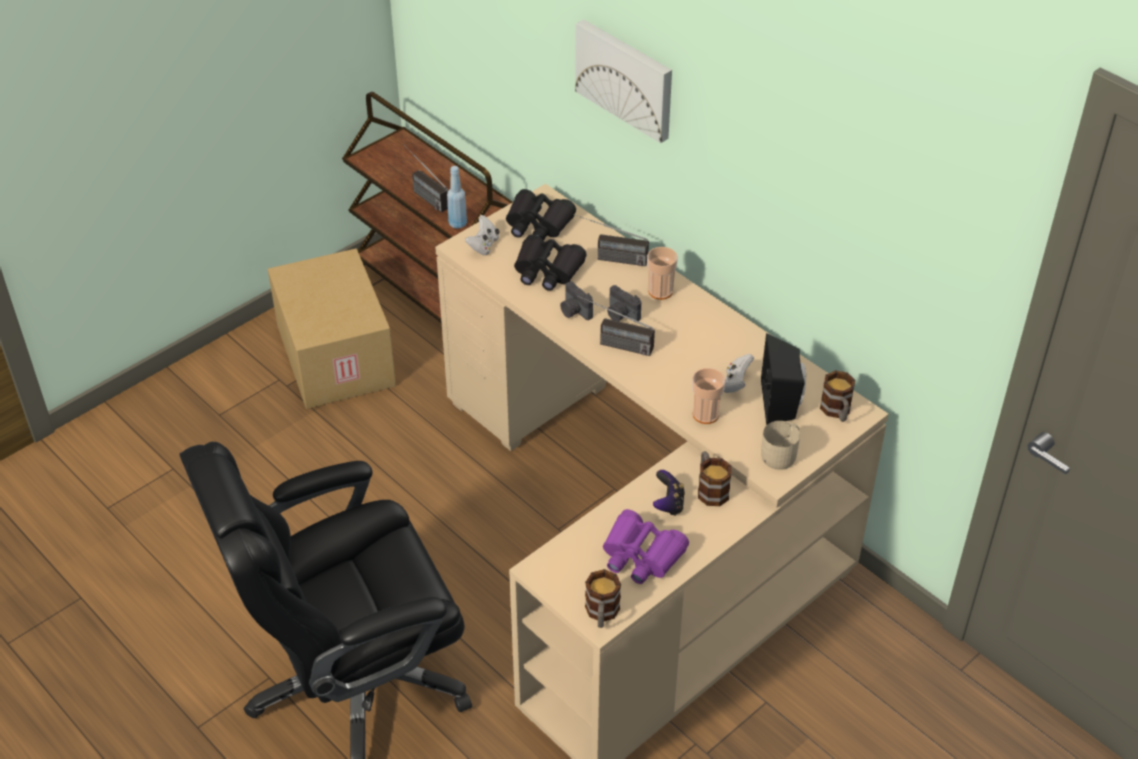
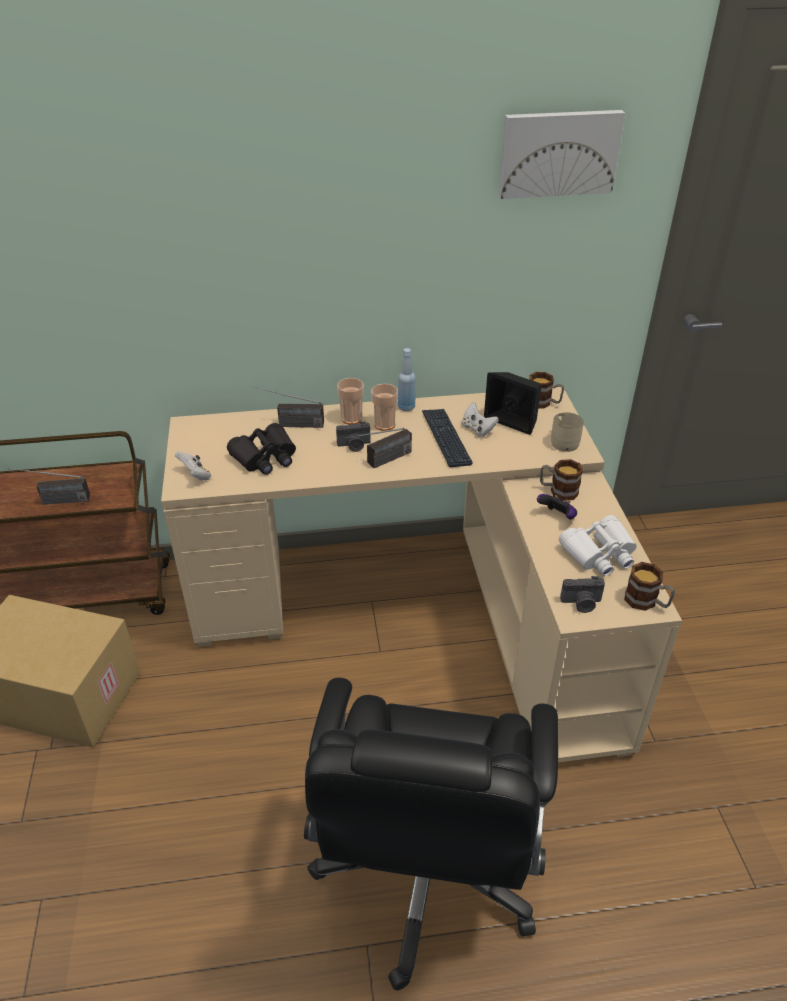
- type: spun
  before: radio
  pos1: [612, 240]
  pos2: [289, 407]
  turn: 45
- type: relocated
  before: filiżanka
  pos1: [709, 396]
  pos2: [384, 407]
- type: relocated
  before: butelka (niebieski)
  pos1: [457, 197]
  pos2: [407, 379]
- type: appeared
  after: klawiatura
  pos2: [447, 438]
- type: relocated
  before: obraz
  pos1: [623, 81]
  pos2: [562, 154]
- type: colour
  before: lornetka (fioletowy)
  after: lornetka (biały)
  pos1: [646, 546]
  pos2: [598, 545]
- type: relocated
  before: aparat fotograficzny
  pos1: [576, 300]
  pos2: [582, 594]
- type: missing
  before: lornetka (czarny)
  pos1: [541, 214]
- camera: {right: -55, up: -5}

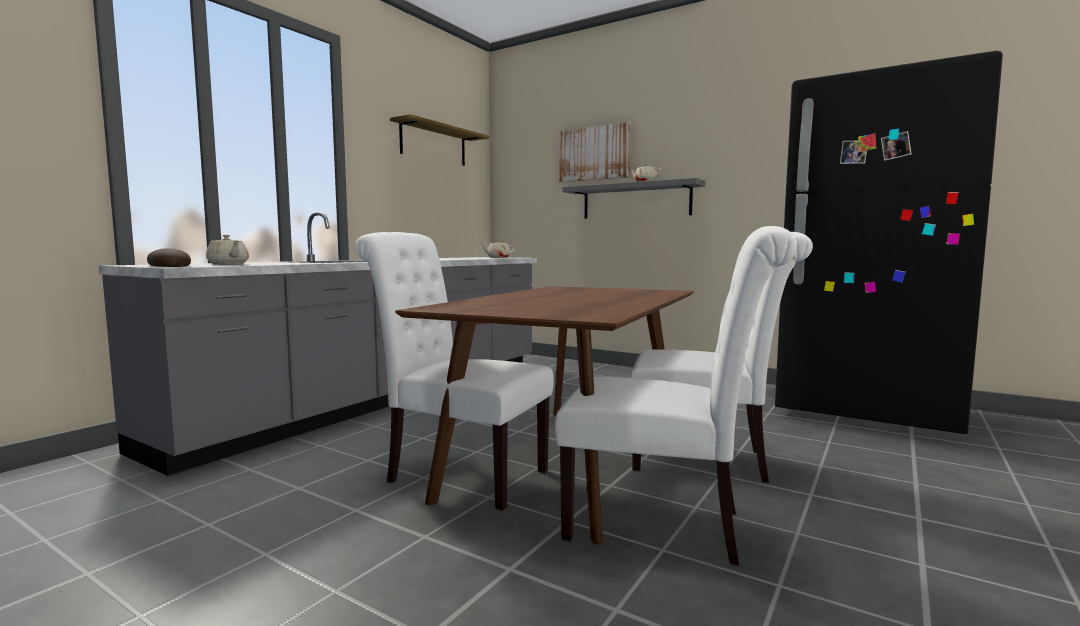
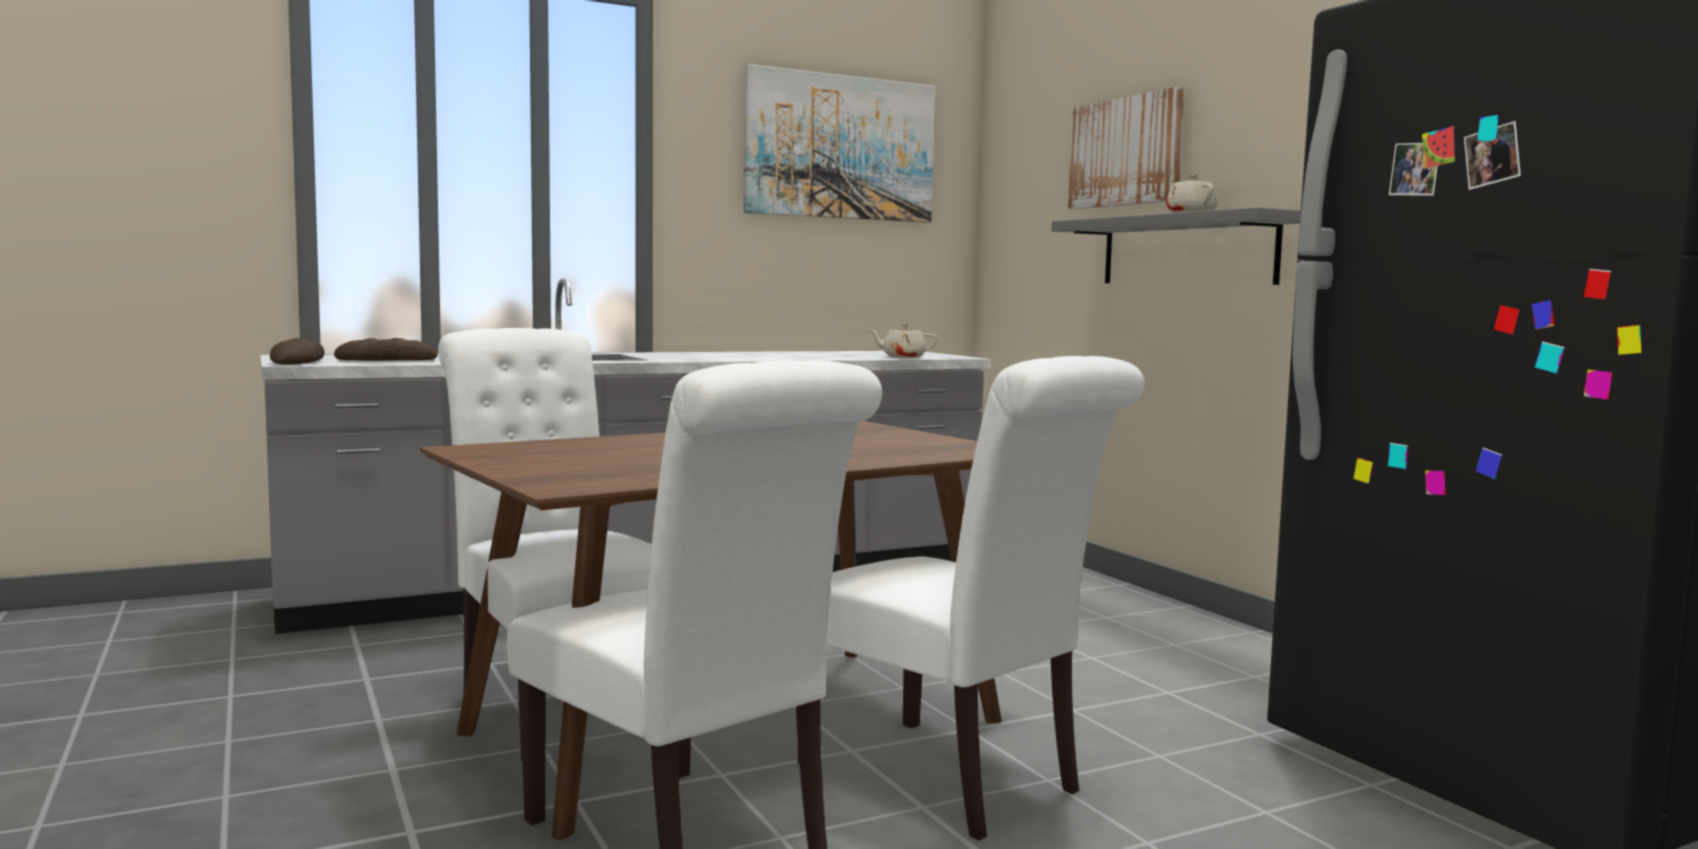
- type: exchanged
  before: imbryk (beżowy)
  after: chleb
  pos1: [227, 250]
  pos2: [386, 349]
- type: exchanged
  before: półka
  after: obraz
  pos1: [439, 140]
  pos2: [839, 143]
- camera: {right: 30, up: 0}

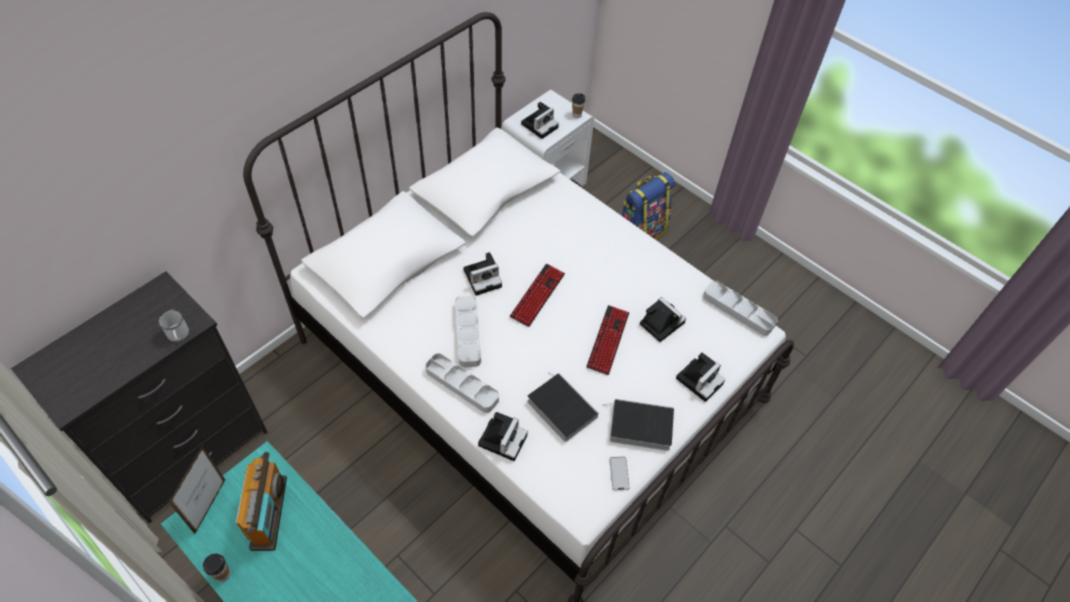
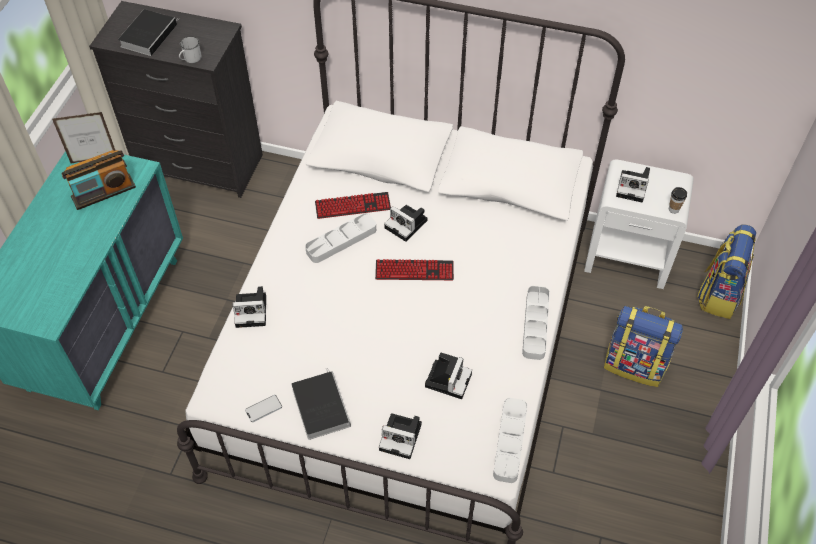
- type: relocated
  before: książka
  pos1: [562, 407]
  pos2: [149, 32]
- type: relocated
  before: klawiatura
  pos1: [607, 340]
  pos2: [353, 205]
- type: relocated
  before: taca (szary)
  pos1: [462, 383]
  pos2: [536, 323]
- type: appeared
  after: plecak
  pos2: [726, 271]
- type: missing
  before: filiżanka
  pos1: [217, 567]
- camera: {right: 65, up: 0}

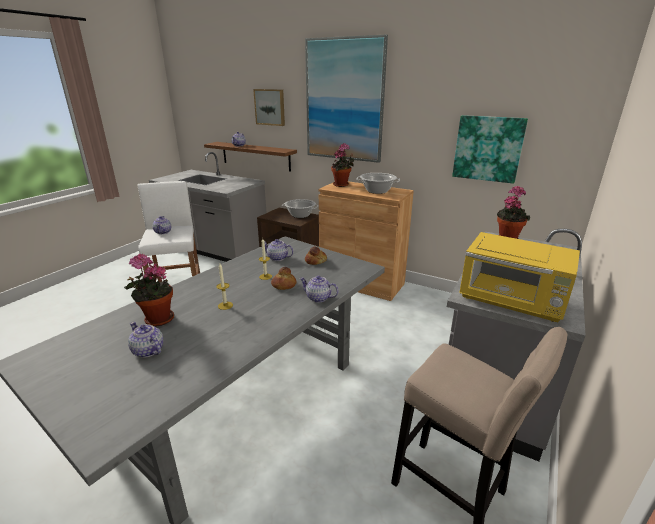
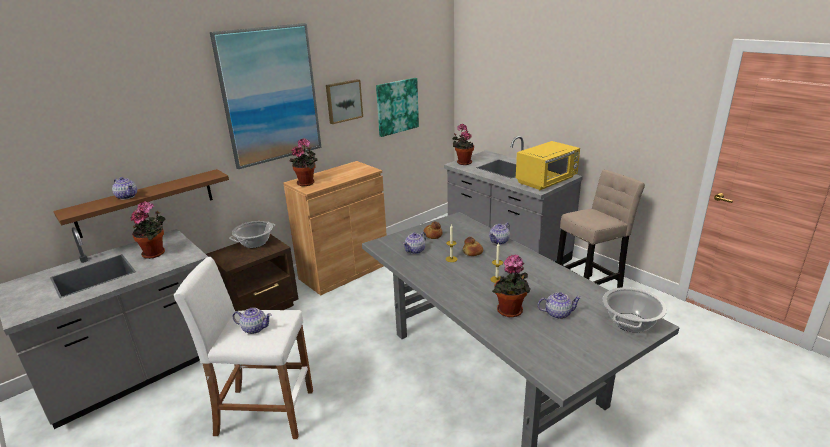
- type: appeared
  after: roślina doniczkowa
  pos2: [148, 230]
- type: relocated
  before: obraz
  pos1: [269, 107]
  pos2: [344, 101]
- type: spun
  before: imbryk
  pos1: [145, 340]
  pos2: [559, 305]
  turn: -150
- type: relocated
  before: garnek
  pos1: [378, 183]
  pos2: [635, 310]
- camera: {right: -70, up: 0}

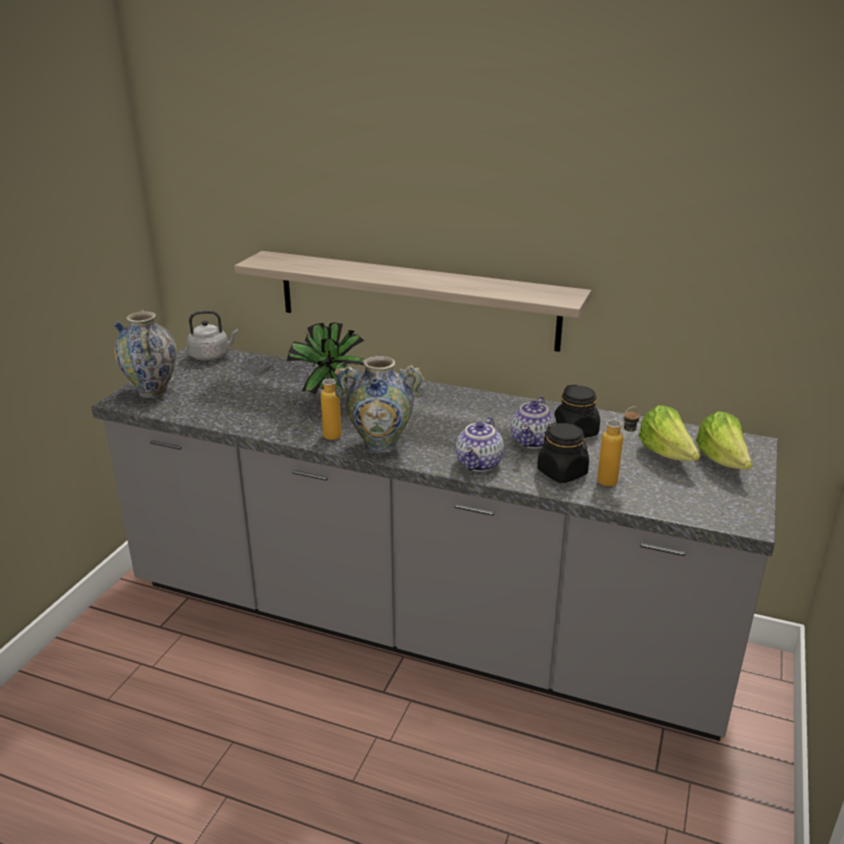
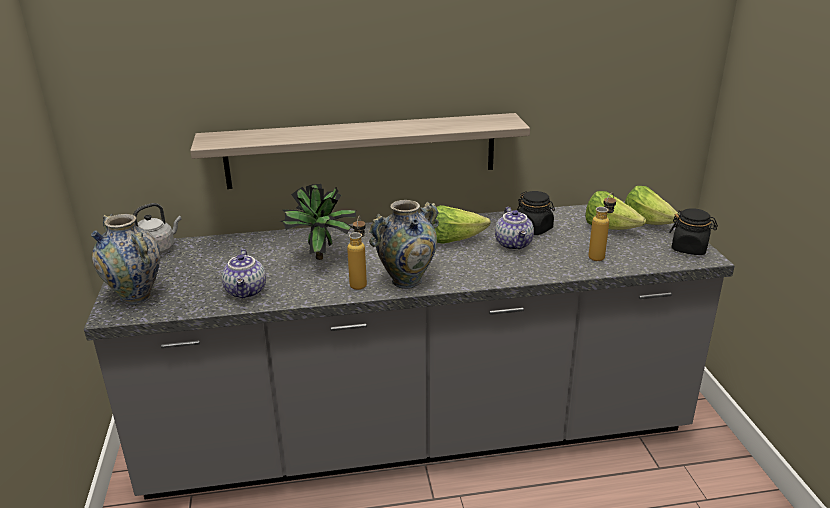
- type: relocated
  before: imbryk
  pos1: [480, 444]
  pos2: [244, 274]
- type: appeared
  after: sałata
  pos2: [462, 224]
- type: relocated
  before: słoik (czarny)
  pos1: [563, 452]
  pos2: [693, 231]
- camera: {right: -30, up: 0}

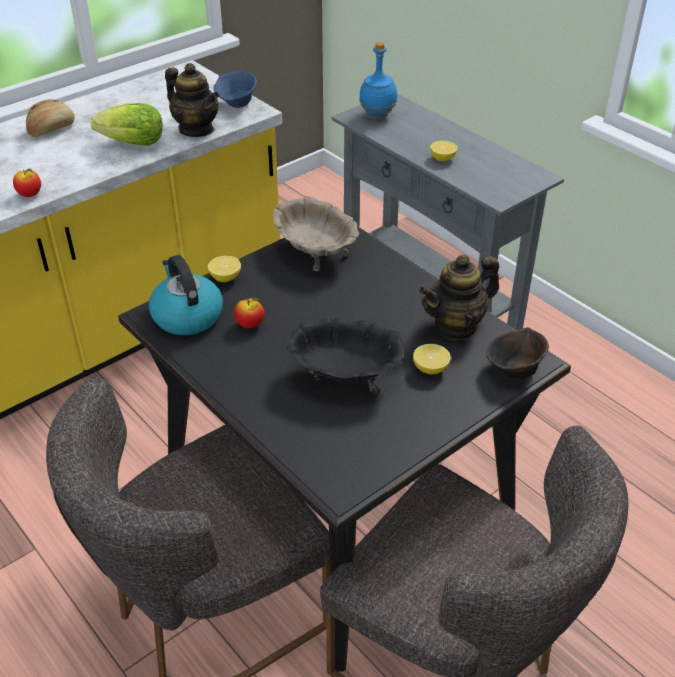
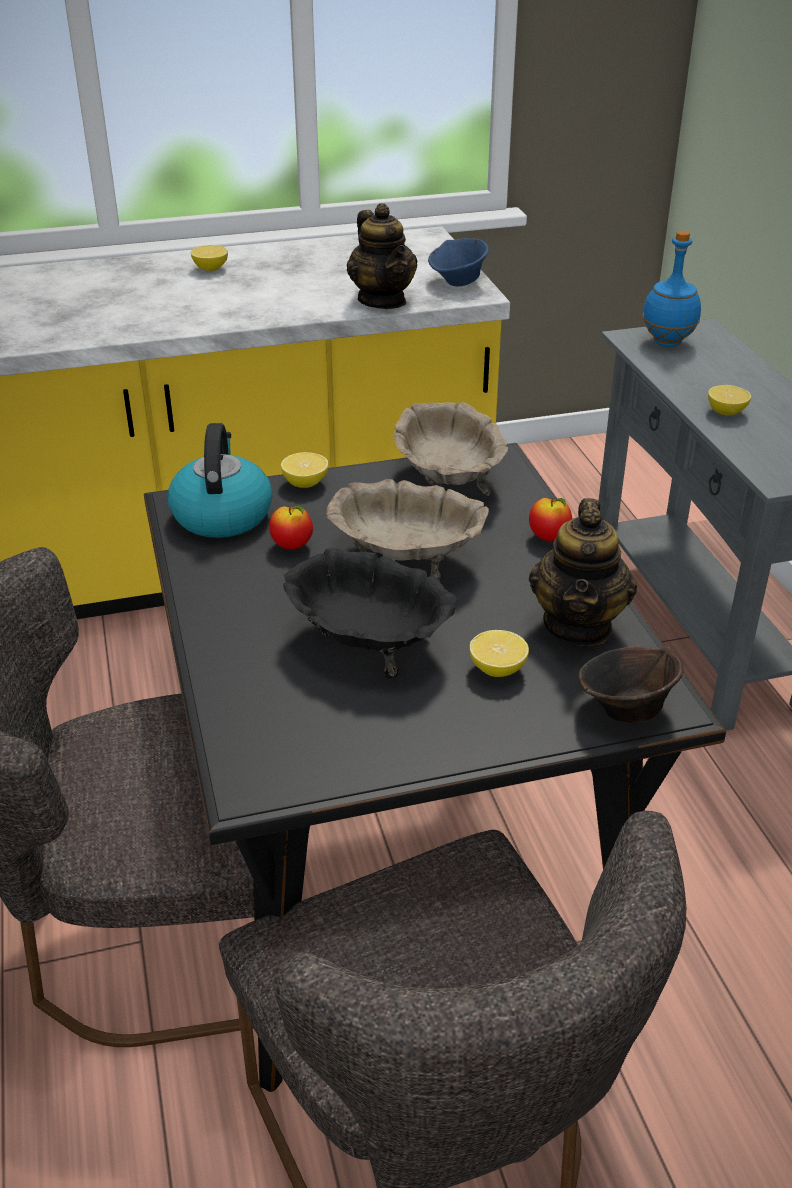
- type: exchanged
  before: chleb
  after: cytryna
  pos1: [50, 118]
  pos2: [209, 258]
- type: appeared
  after: miska (beżowy)
  pos2: [407, 530]
- type: relocated
  before: jabłko
  pos1: [27, 183]
  pos2: [550, 519]
- type: spun
  before: imbryk
  pos1: [459, 298]
  pos2: [583, 572]
  turn: -75
- type: missing
  before: sałata
  pos1: [127, 124]
- camera: {right: 25, up: -5}

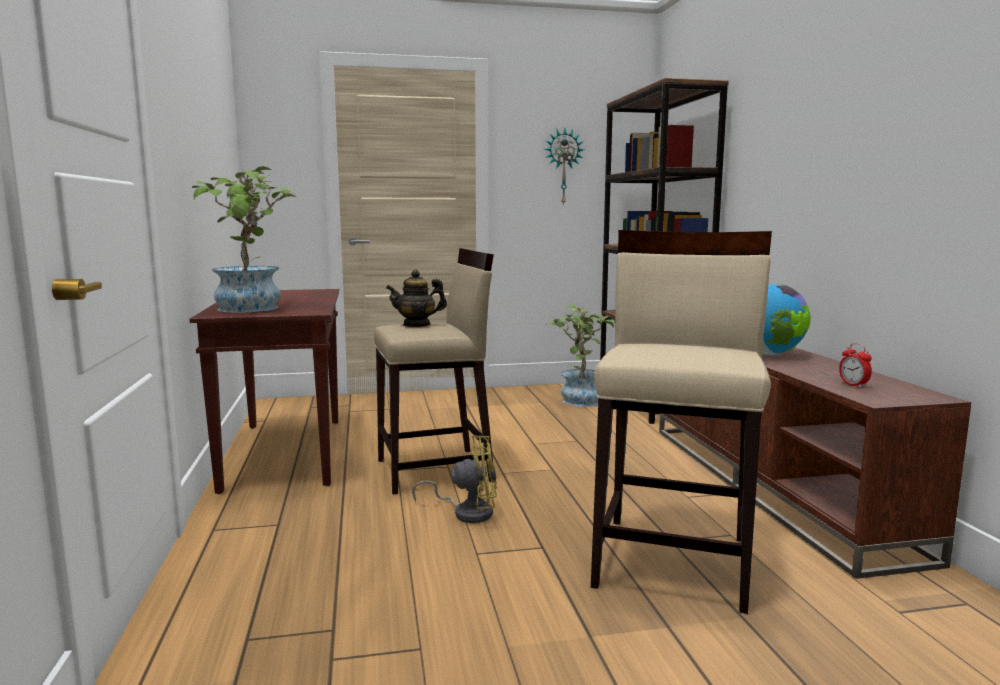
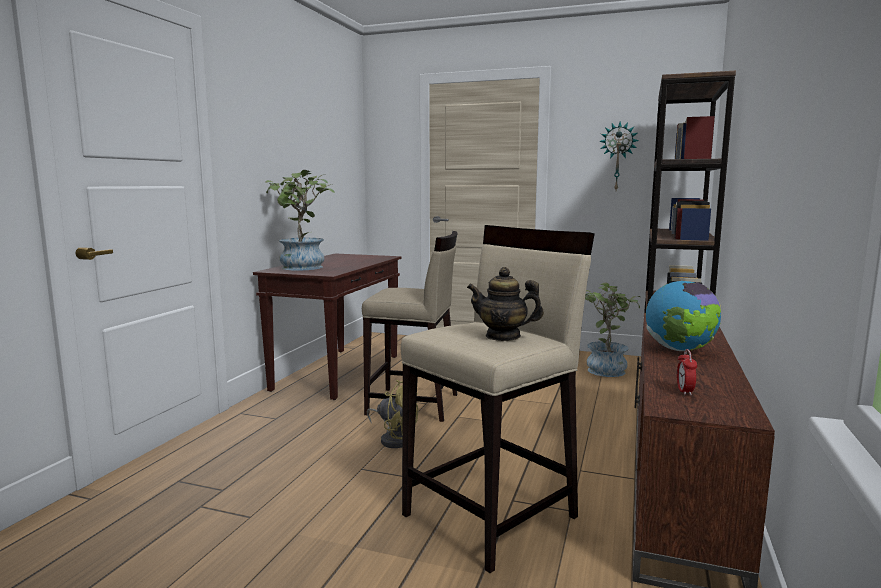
- type: relocated
  before: imbryk
  pos1: [416, 298]
  pos2: [505, 304]
- camera: {right: 30, up: 0}

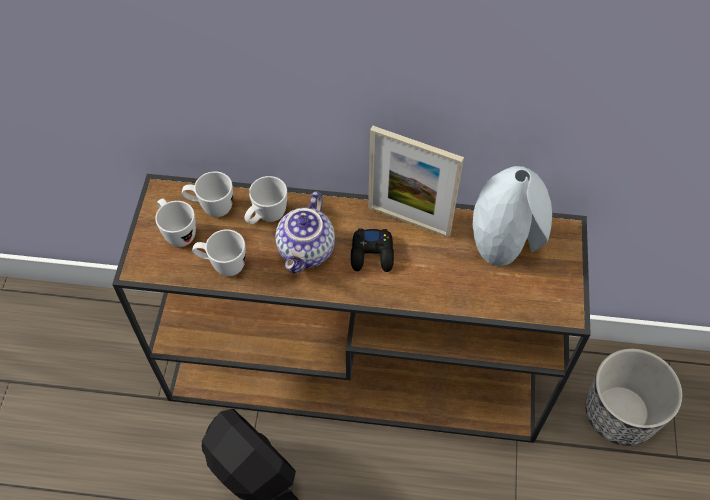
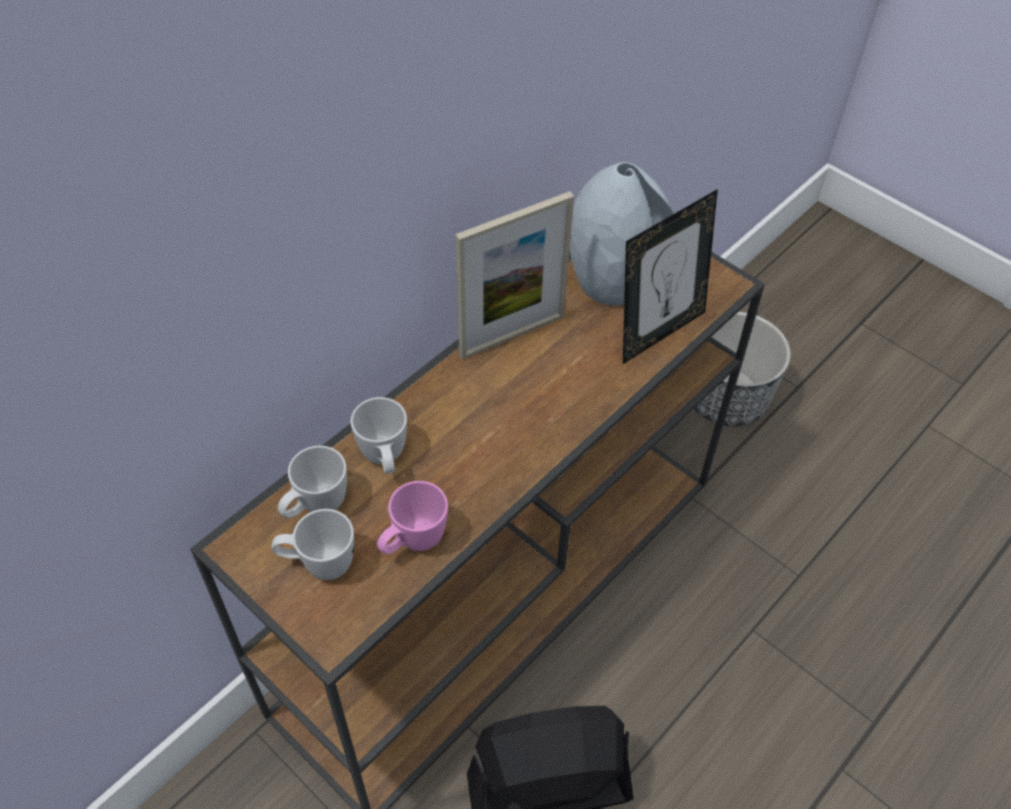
- type: colour
  before: kubek (biały)
  after: kubek (różowy)
  pos1: [219, 252]
  pos2: [412, 517]
- type: appeared
  after: ramka na zdjęcie
  pos2: [670, 276]
- type: missing
  before: imbryk
  pos1: [305, 232]
- type: missing
  before: pad do gier (czarny)
  pos1: [372, 250]
- camera: {right: -55, up: -5}

